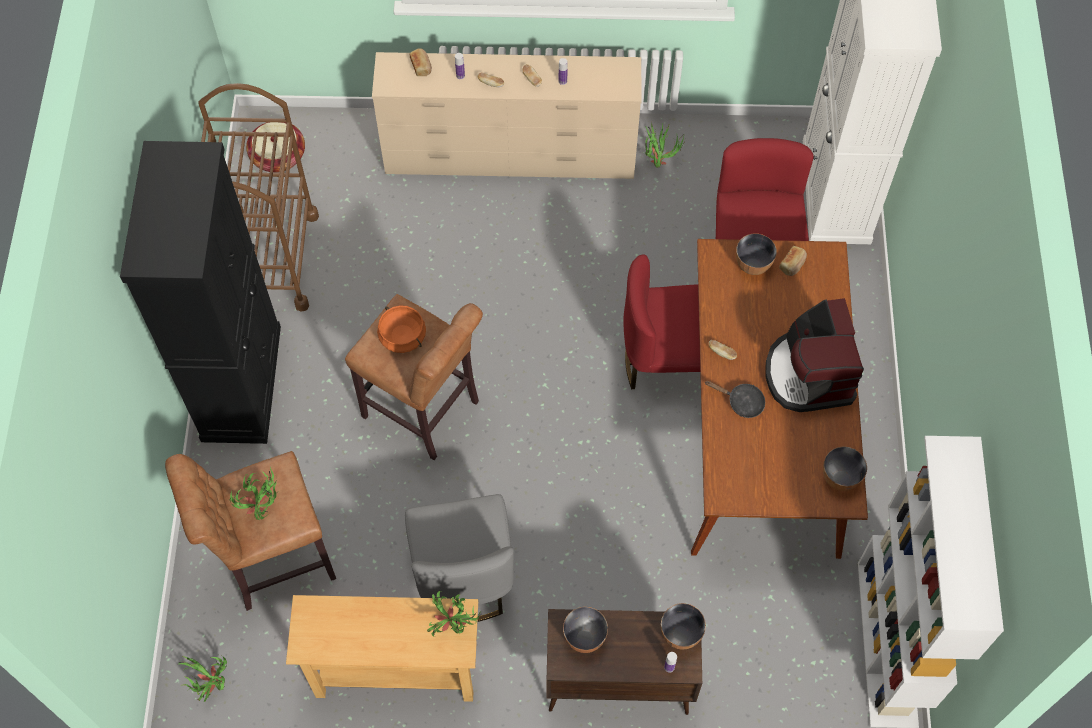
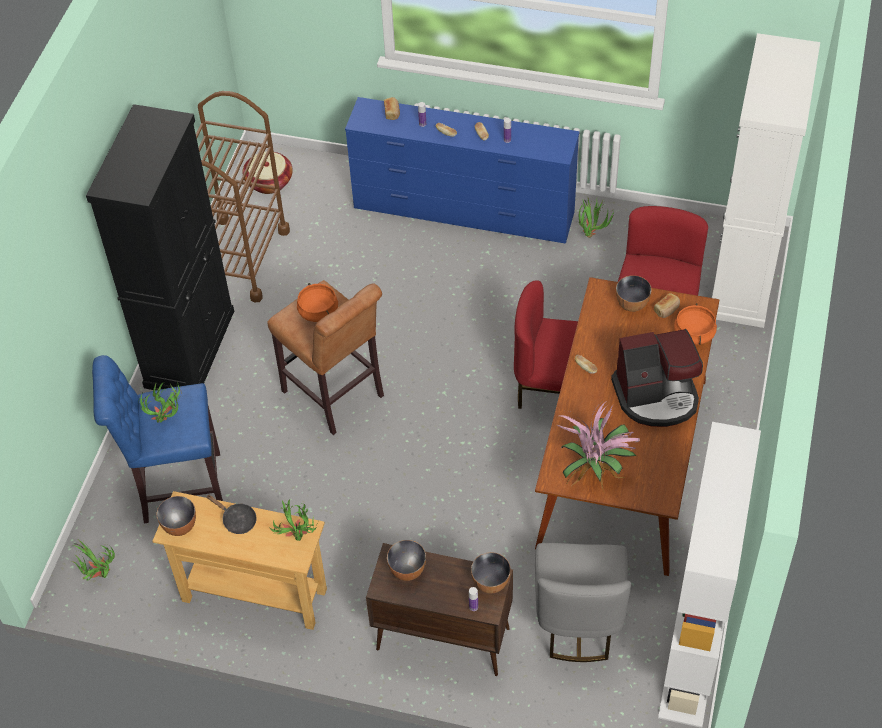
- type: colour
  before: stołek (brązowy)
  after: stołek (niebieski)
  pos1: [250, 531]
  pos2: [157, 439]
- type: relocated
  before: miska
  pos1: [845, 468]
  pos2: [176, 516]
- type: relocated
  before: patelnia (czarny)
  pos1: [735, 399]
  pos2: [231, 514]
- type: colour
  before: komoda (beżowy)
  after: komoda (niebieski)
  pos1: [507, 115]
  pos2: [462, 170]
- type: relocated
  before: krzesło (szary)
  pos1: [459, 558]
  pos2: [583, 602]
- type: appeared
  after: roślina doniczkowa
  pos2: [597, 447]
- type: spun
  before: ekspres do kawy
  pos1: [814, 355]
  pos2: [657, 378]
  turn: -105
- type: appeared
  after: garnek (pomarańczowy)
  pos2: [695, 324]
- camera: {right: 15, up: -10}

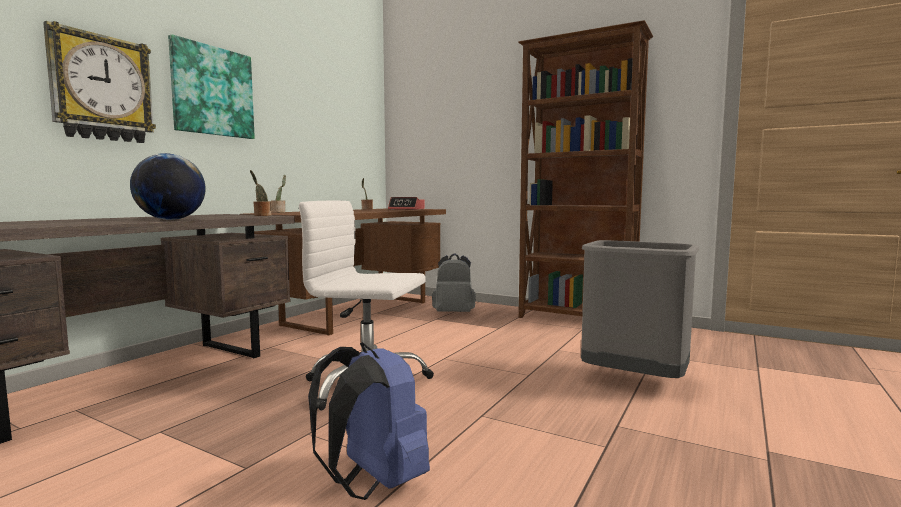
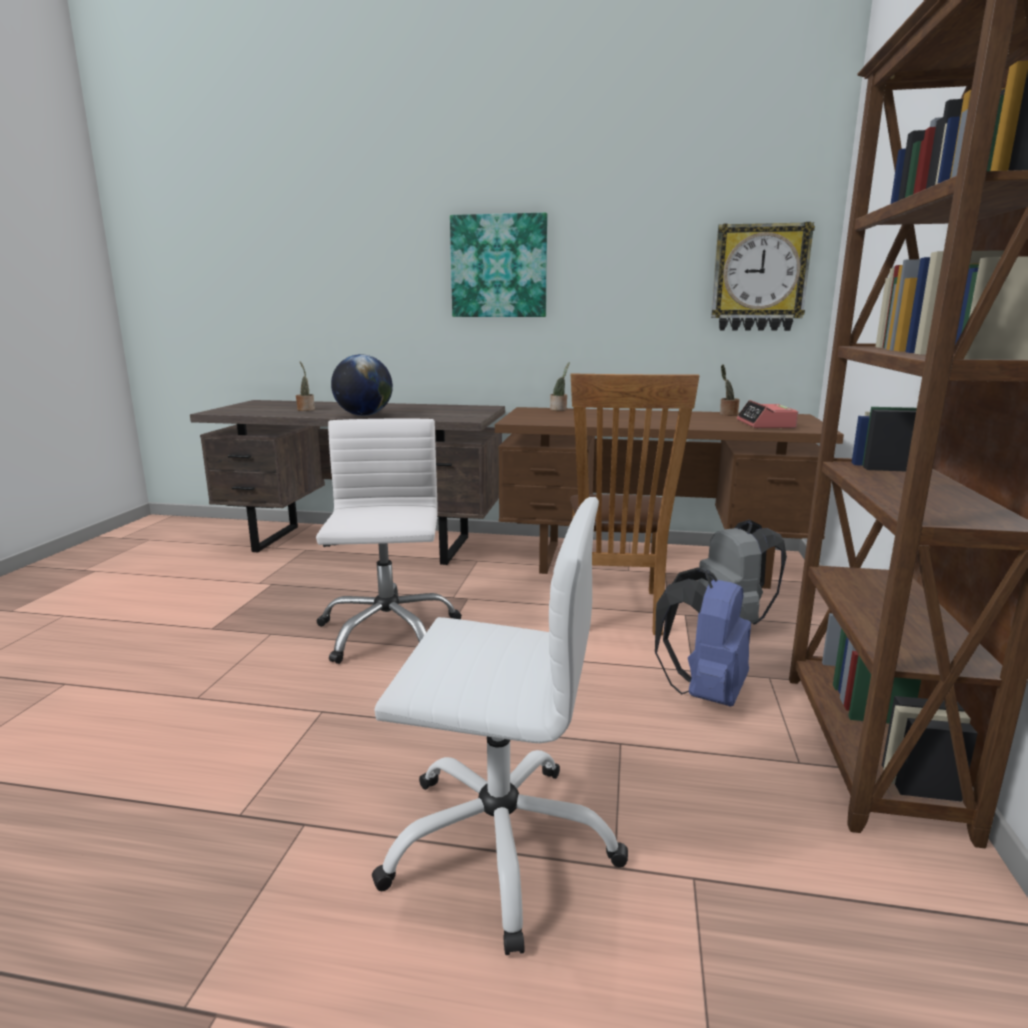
- type: relocated
  before: roślina doniczkowa
  pos1: [260, 193]
  pos2: [305, 386]
- type: exchanged
  before: kosz na śmieci (szary)
  after: krzesło biurowe (biały)
  pos1: [640, 309]
  pos2: [500, 726]
- type: appeared
  after: krzesło (brązowy)
  pos2: [635, 504]
- type: relocated
  before: plecak (niebieski)
  pos1: [369, 421]
  pos2: [703, 636]
- type: relocated
  before: zegar ścienny
  pos1: [99, 82]
  pos2: [763, 276]
- camera: {right: 70, up: 10}

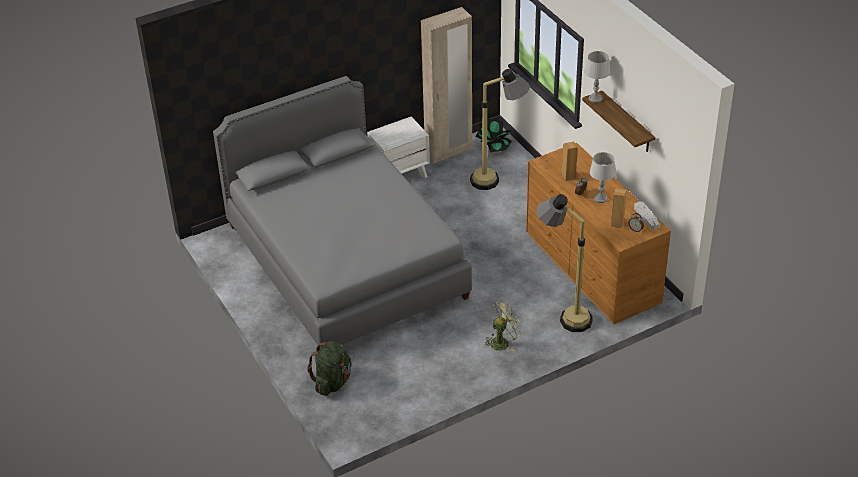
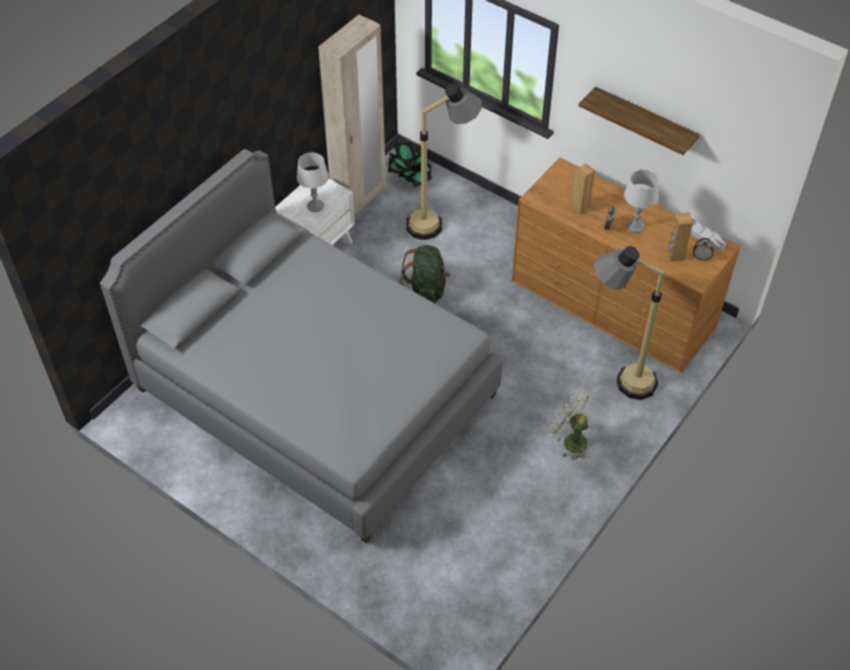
- type: relocated
  before: lampa stołowa (szary)
  pos1: [597, 77]
  pos2: [313, 182]
- type: relocated
  before: plecak (zielony)
  pos1: [329, 369]
  pos2: [425, 274]
- type: spun
  before: wentylator (zielony)
  pos1: [503, 326]
  pos2: [569, 426]
  turn: -90
- camera: {right: -25, up: 10}

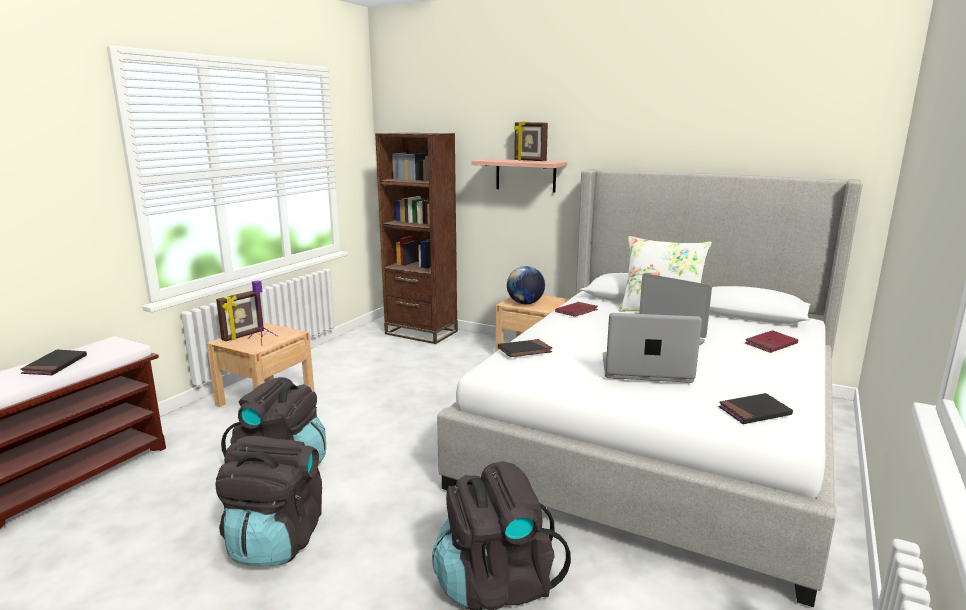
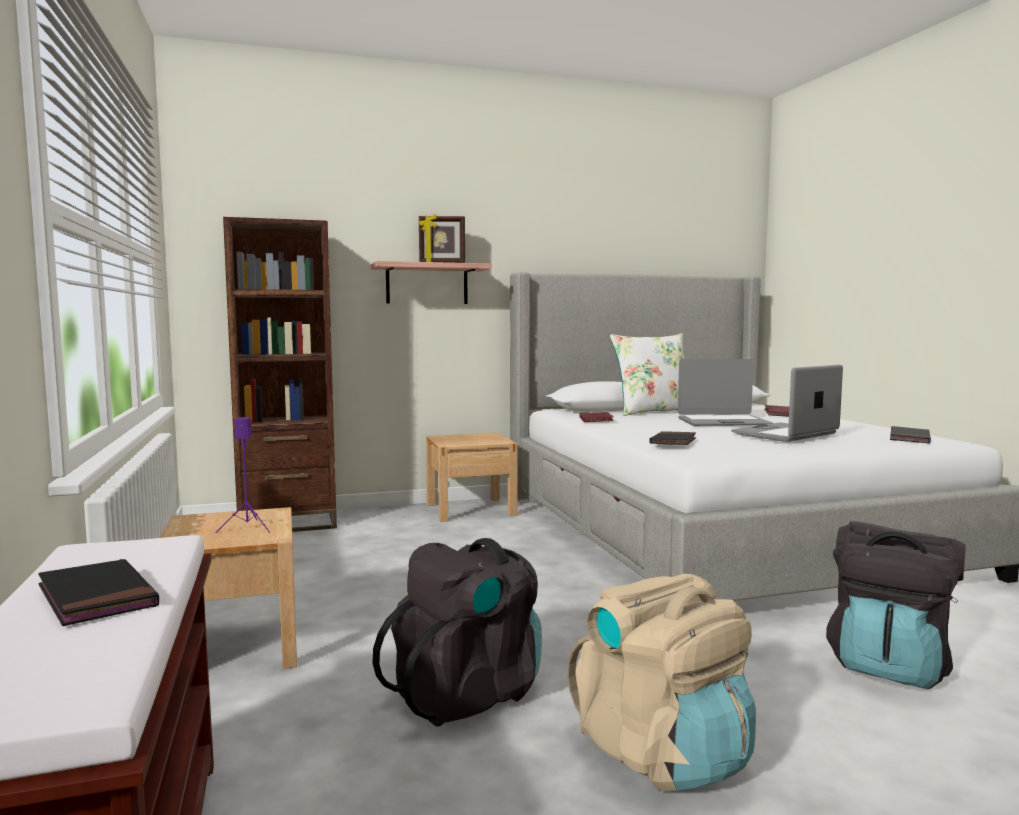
- type: colour
  before: plecak (czarny)
  after: plecak (beżowy)
  pos1: [268, 501]
  pos2: [661, 682]
- type: missing
  before: ramka na zdjęcie
  pos1: [240, 316]
- type: missing
  before: globus
  pos1: [526, 285]
- camera: {right: -45, up: -10}

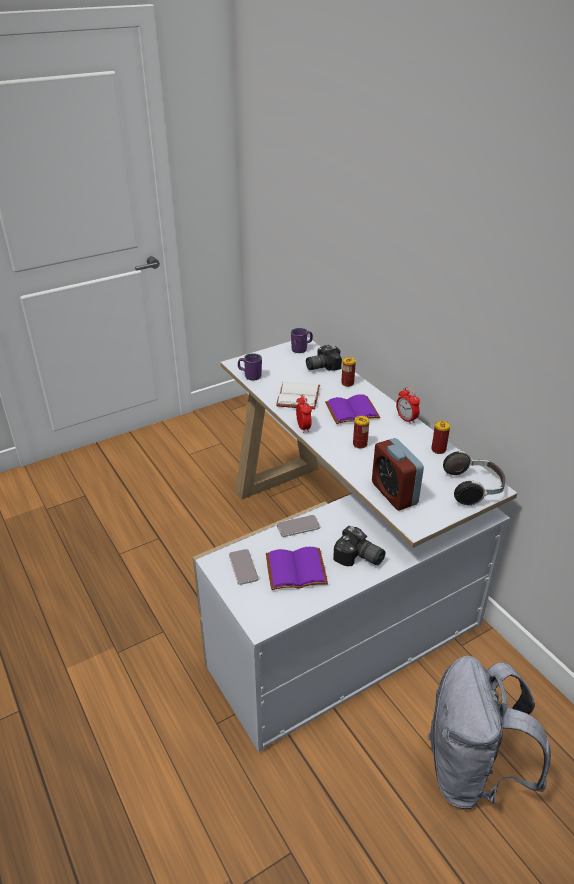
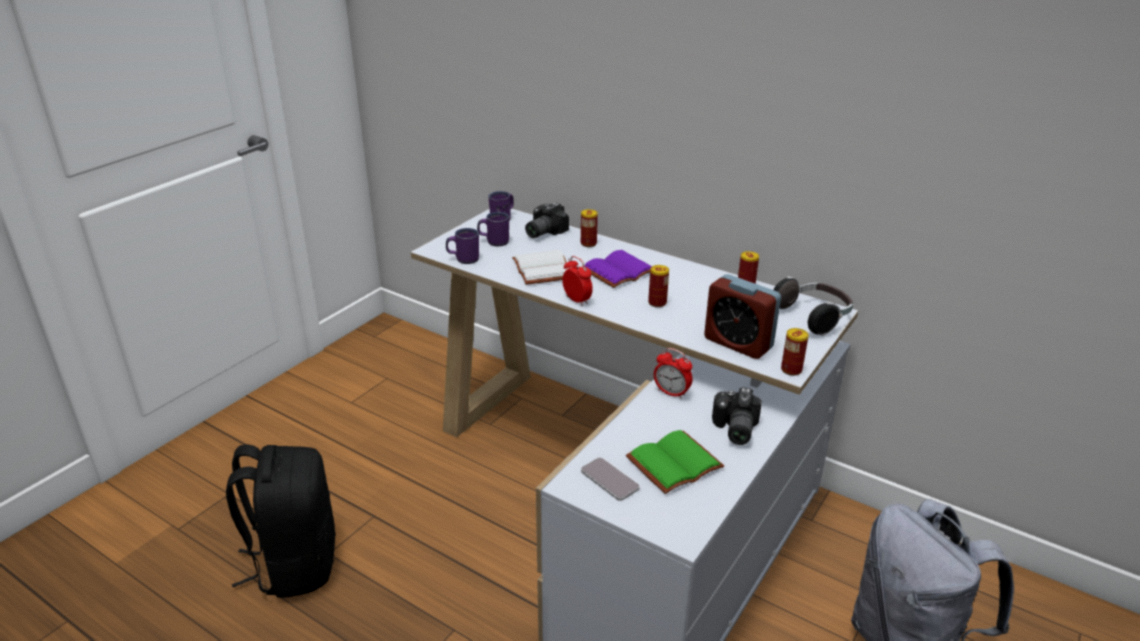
- type: appeared
  after: plecak (czarny)
  pos2: [281, 521]
- type: appeared
  after: kubek (fioletowy)
  pos2: [493, 229]
- type: colour
  before: książka (fioletowy)
  after: książka (zielony)
  pos1: [297, 568]
  pos2: [675, 462]
- type: relocated
  before: budzik
  pos1: [408, 405]
  pos2: [673, 373]
- type: spun
  before: aparat fotograficzny
  pos1: [359, 546]
  pos2: [737, 416]
  turn: 90
- type: appeared
  after: puszka
  pos2: [795, 352]
- type: missing
  before: telefon
  pos1: [298, 526]
- camera: {right: -25, up: -5}

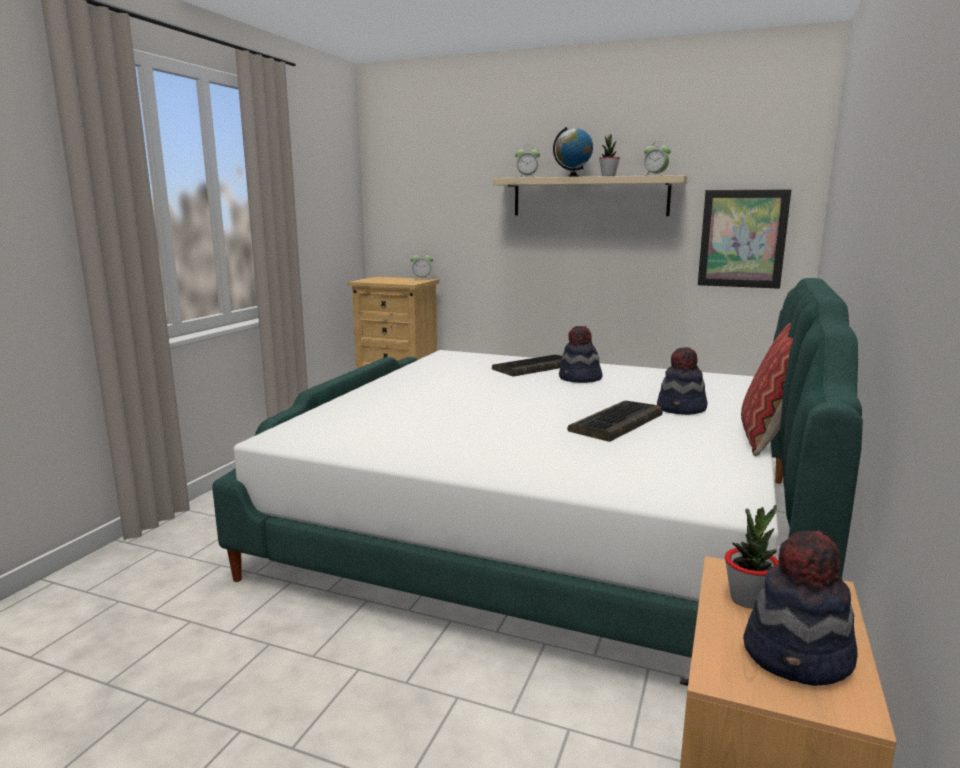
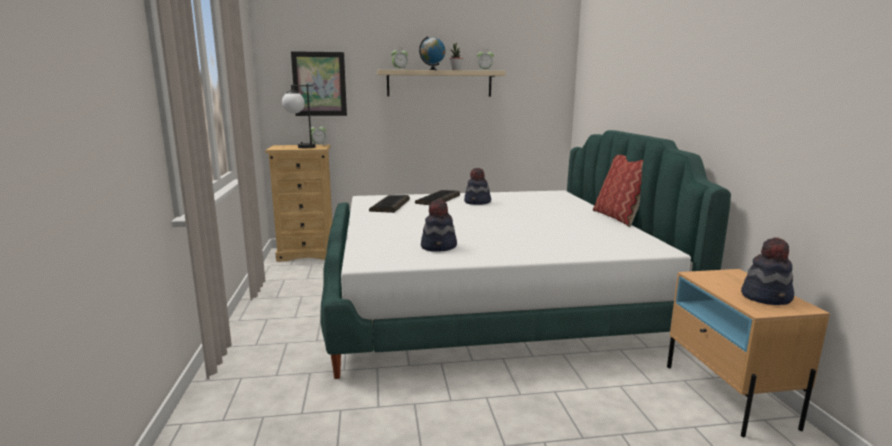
- type: appeared
  after: lampa stołowa
  pos2: [298, 116]
- type: relocated
  before: obraz
  pos1: [744, 239]
  pos2: [319, 83]
- type: relocated
  before: klawiatura
  pos1: [615, 421]
  pos2: [389, 204]
- type: relocated
  before: kapelusz
  pos1: [682, 381]
  pos2: [439, 225]
- type: missing
  before: roślina doniczkowa
  pos1: [752, 557]
- camera: {right: -30, up: 0}

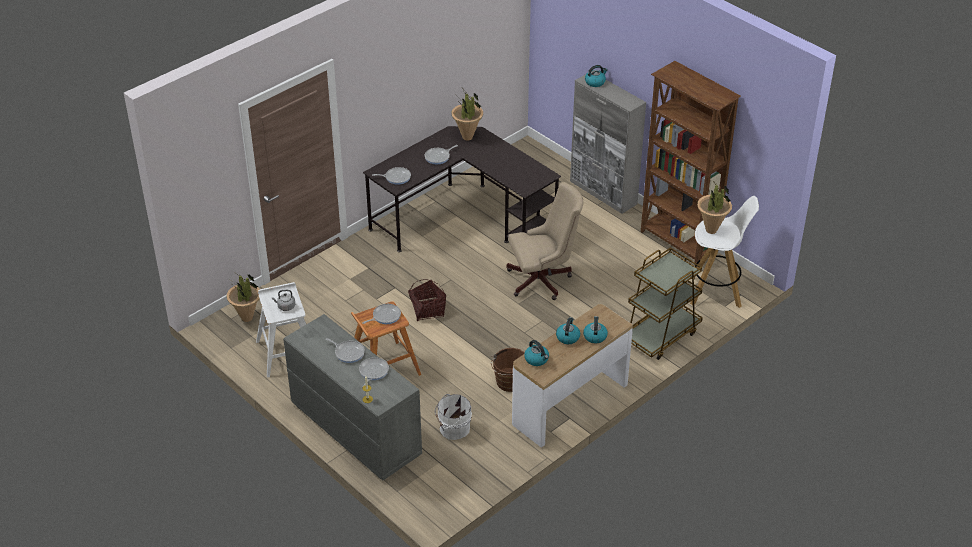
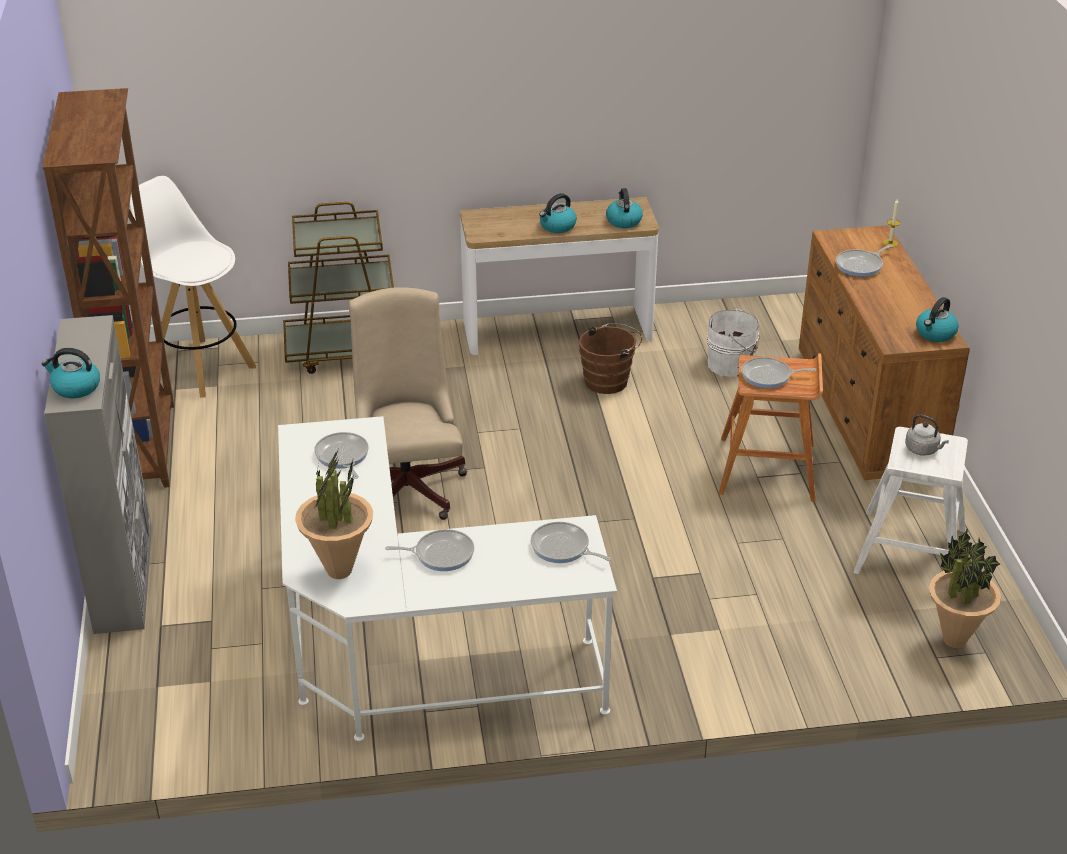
- type: colour
  before: biurko (czarny)
  after: biurko (biały)
  pos1: [462, 189]
  pos2: [447, 578]
- type: relocated
  before: patelnia
  pos1: [345, 350]
  pos2: [341, 455]
- type: spun
  before: krzesło biurowe (beżowy)
  pos1: [544, 241]
  pos2: [408, 403]
  turn: 60
- type: colour
  before: komoda (szary)
  after: komoda (brązowy)
  pos1: [352, 397]
  pos2: [884, 352]
- type: relocated
  before: czajnik
  pos1: [595, 329]
  pos2: [937, 319]
- type: missing
  before: koszyk
  pos1: [427, 300]
- type: missing
  before: roślina doniczkowa
  pos1: [714, 207]
- camera: {right: -145, up: -5}

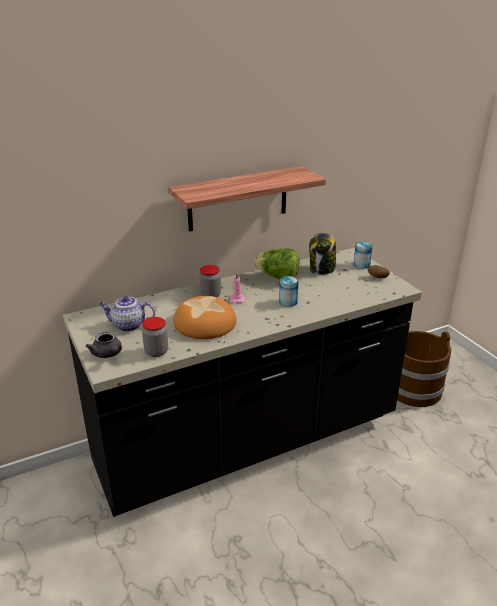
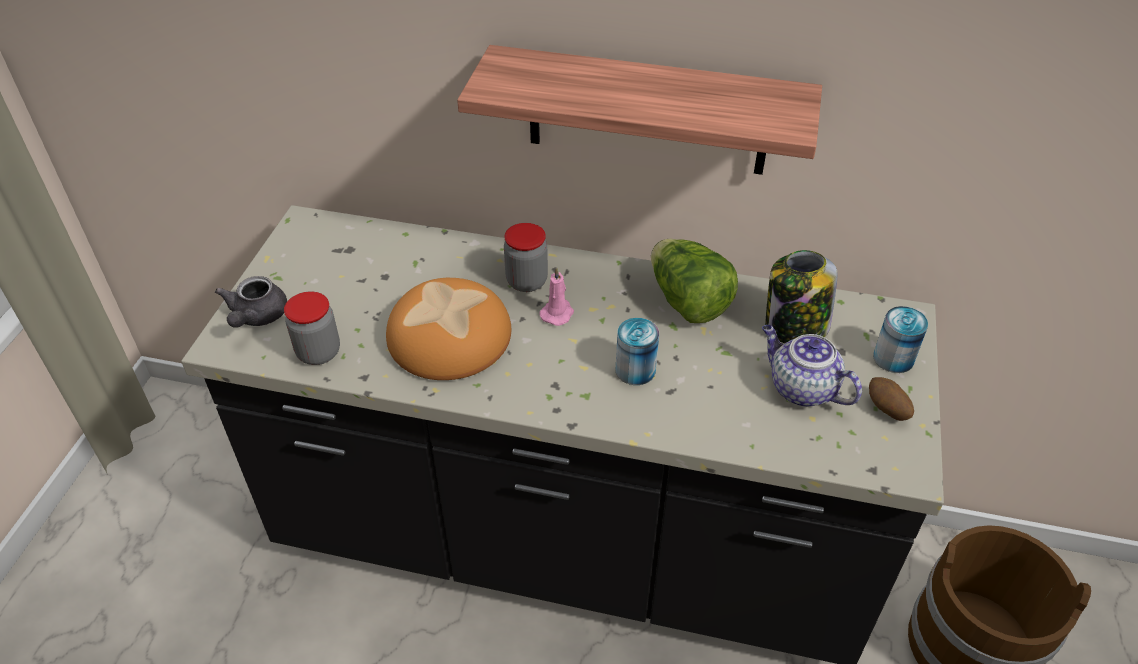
- type: relocated
  before: imbryk
  pos1: [127, 313]
  pos2: [812, 366]
- camera: {right: 40, up: 15}

